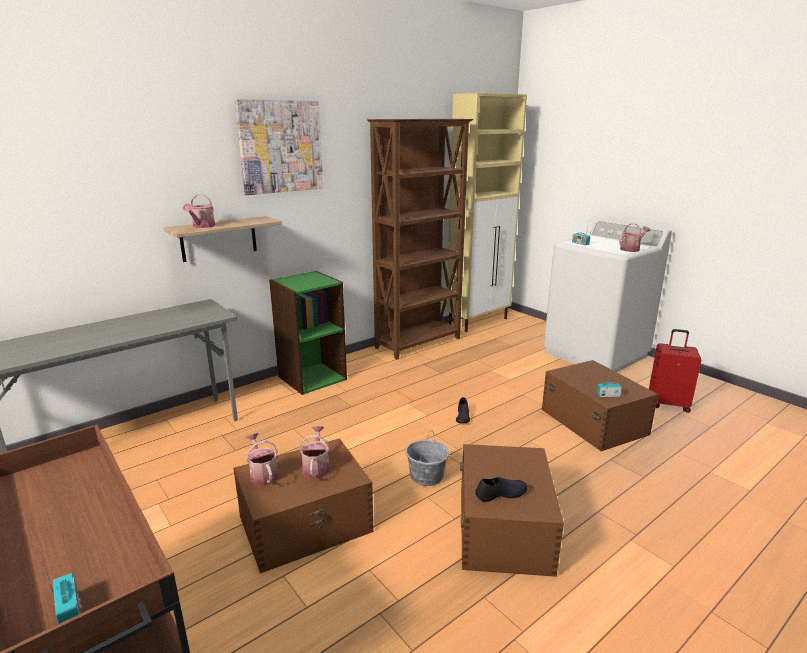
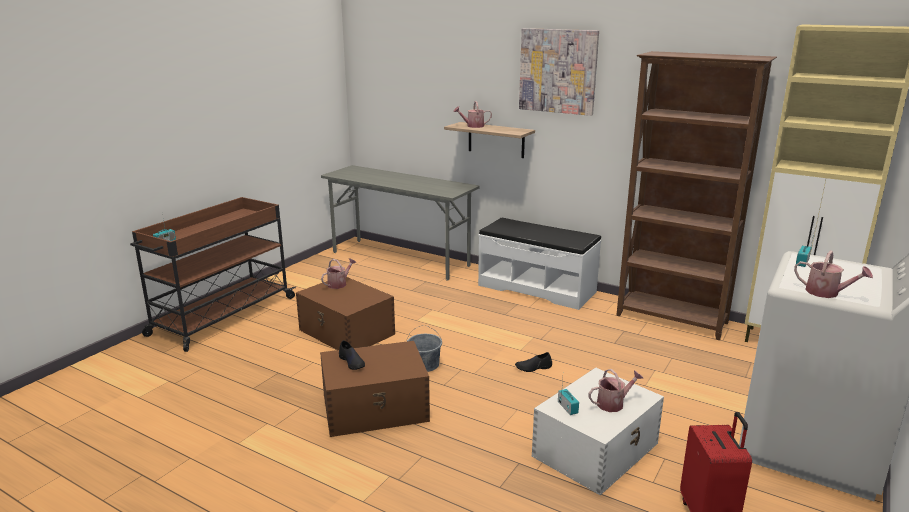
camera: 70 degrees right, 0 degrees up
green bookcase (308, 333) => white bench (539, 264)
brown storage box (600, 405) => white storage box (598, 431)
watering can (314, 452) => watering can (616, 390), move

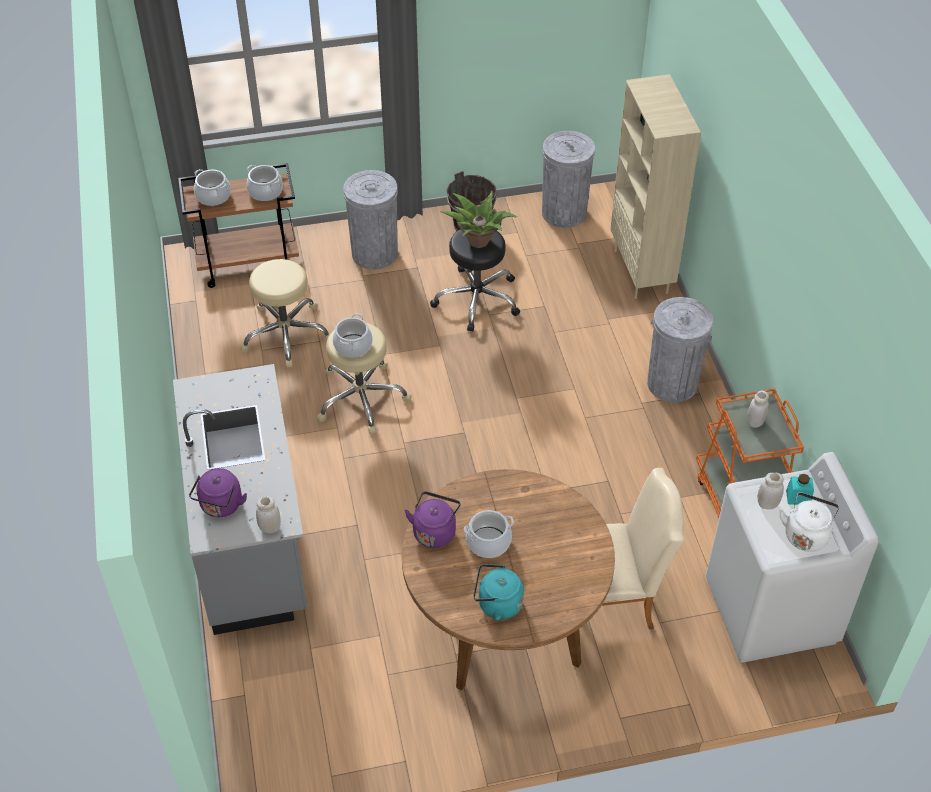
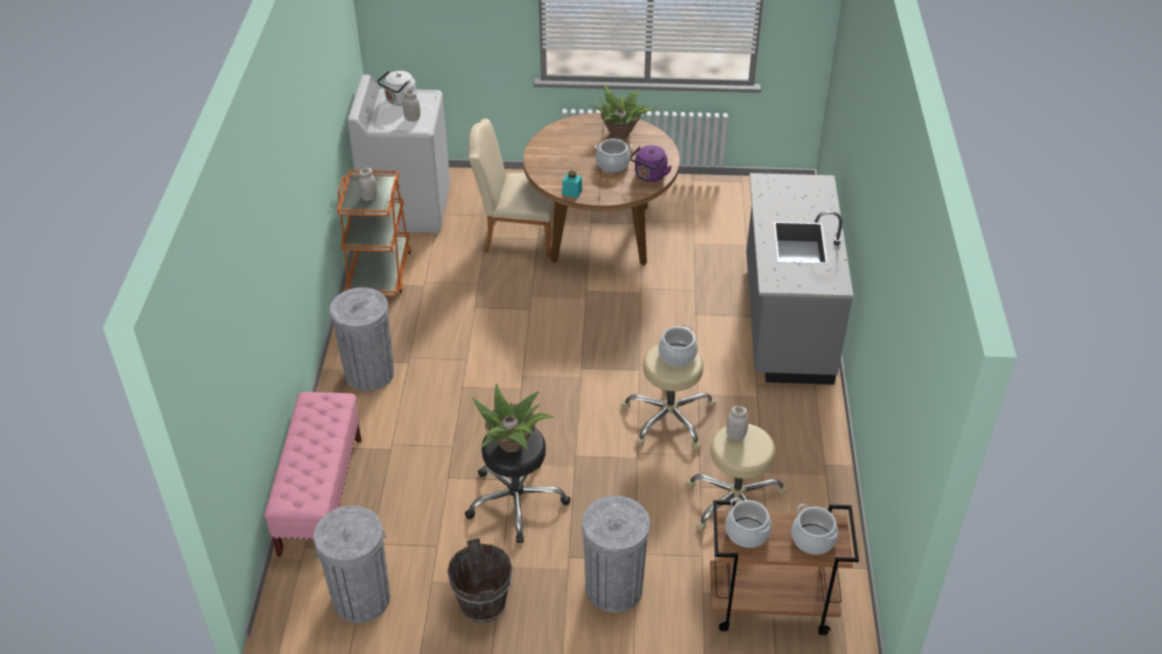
camera: 165 degrees left, 5 degrees down
beige bookcase (655, 186) => pink bench (313, 474)
turquoise jar (800, 489) => turquoise jar (572, 184), move
turquoise kettle (499, 592) => potted plant (622, 112)
white jar (268, 515) => white jar (737, 423), move
purple kettle (218, 492) => nothing

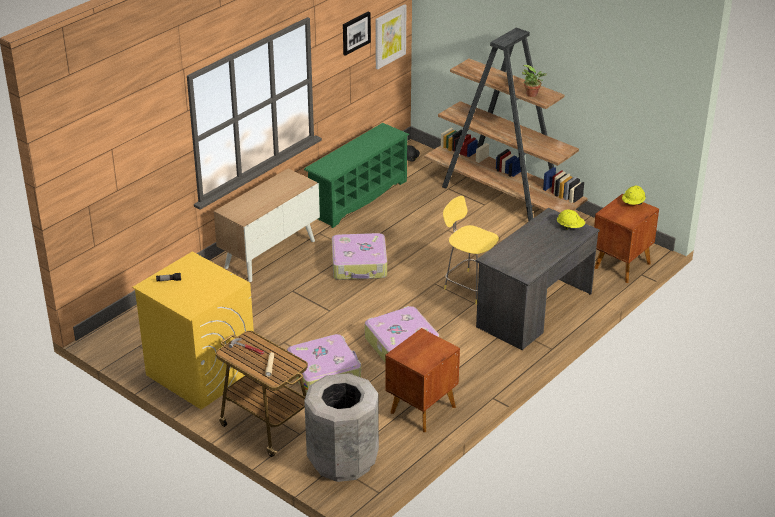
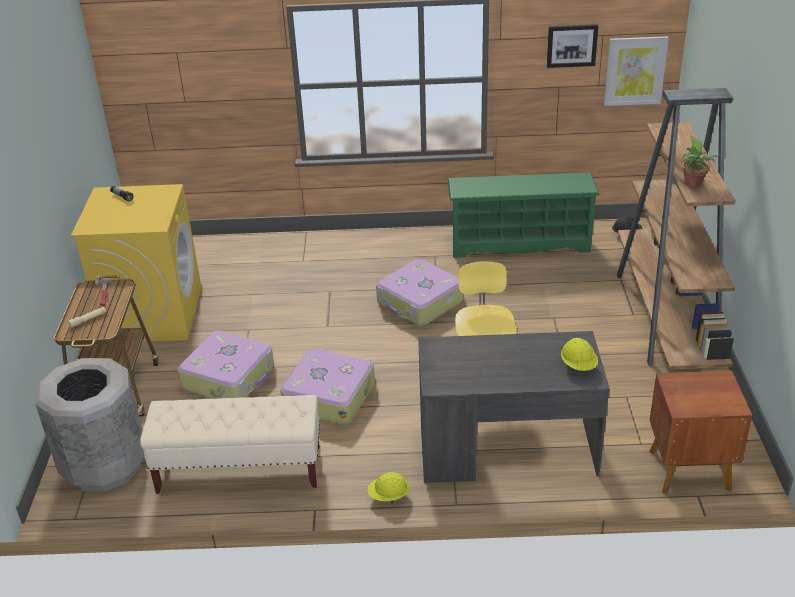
camera: 50 degrees right, 0 degrees up
brown nightstand (422, 380) => beige bench (230, 444)
yellow hard hat (634, 195) => yellow hard hat (388, 488), move
cabinet (267, 225) => nothing

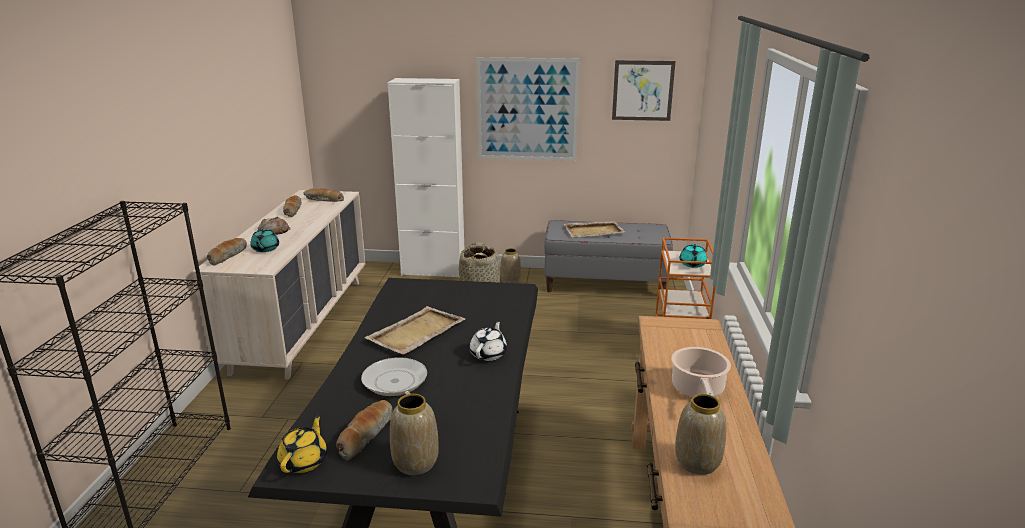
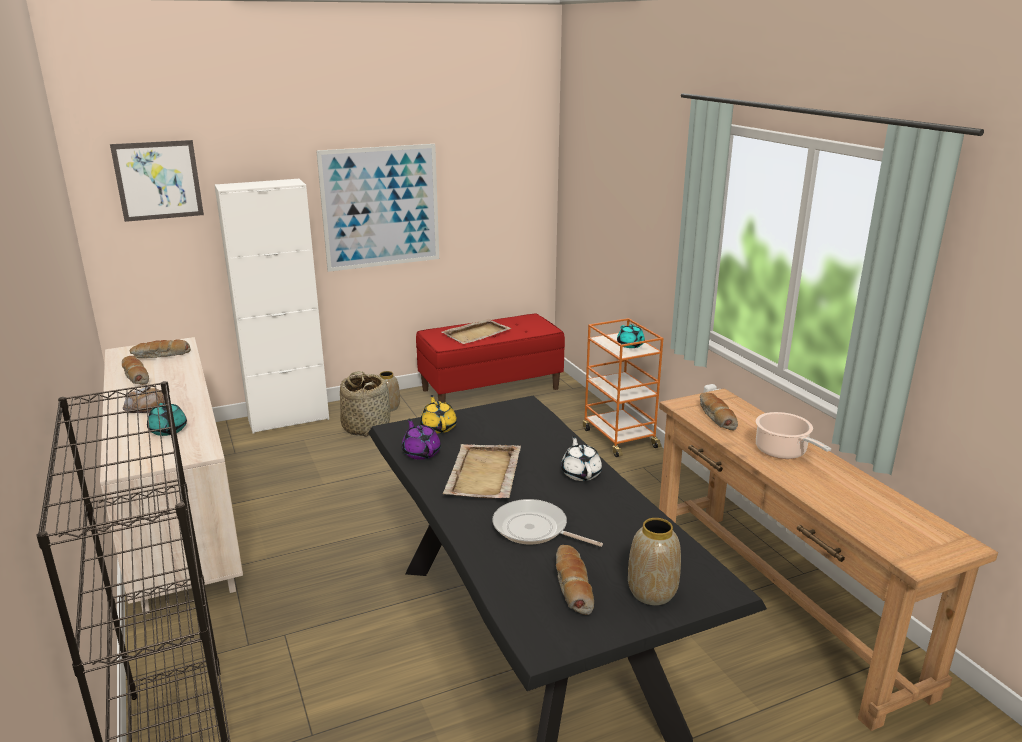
camera: 30 degrees left, 0 degrees up
picture (644, 90) => picture (157, 181), move
nothing => purple teapot (421, 439)
grey bench (608, 256) => red bench (490, 358)
yellow teapot (302, 443) => yellow teapot (438, 414), move
bread (227, 252) => bread (719, 412), move
vase (700, 434) => nothing

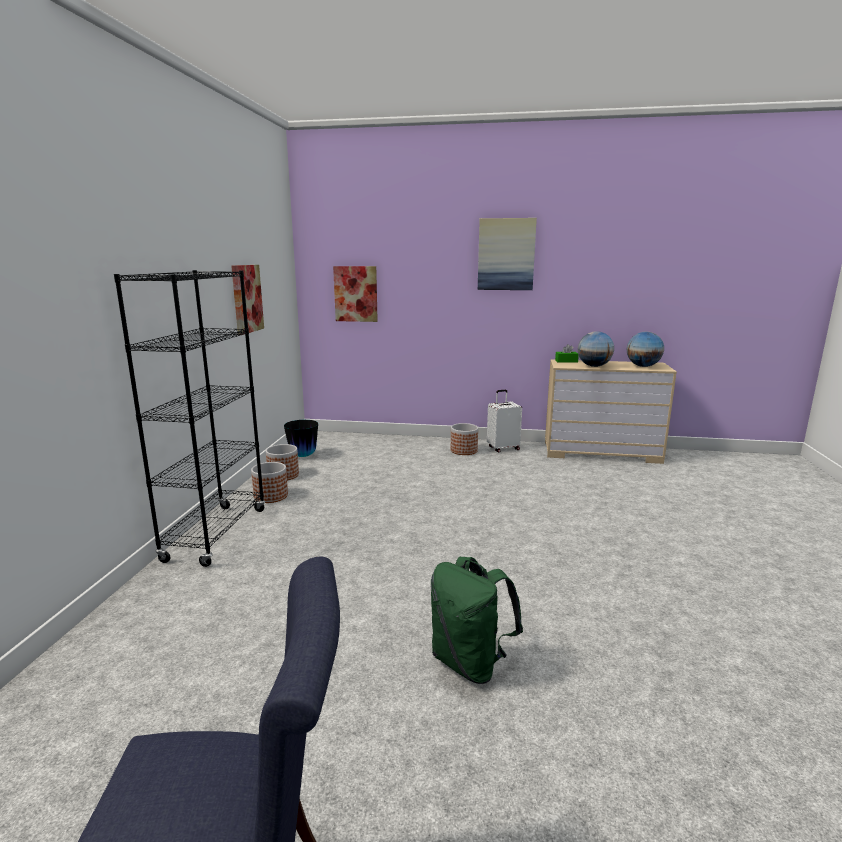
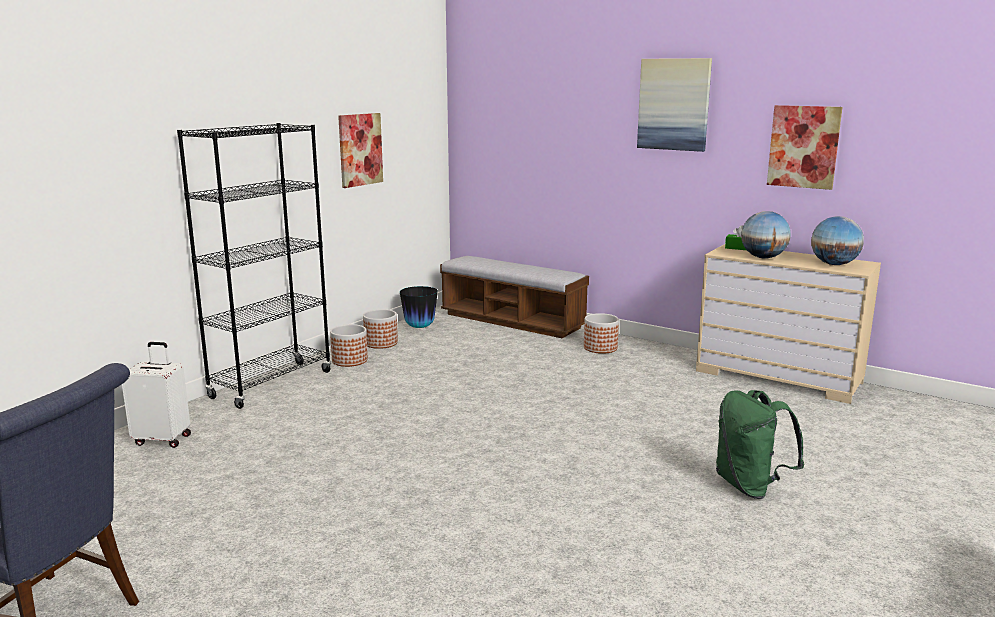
camera: 25 degrees right, 0 degrees up
white suitcase (504, 421) => white suitcase (156, 395), move
nothing => bench (514, 297)
green backpack (477, 620) => green backpack (760, 444), move
picture (355, 294) => picture (804, 147), move

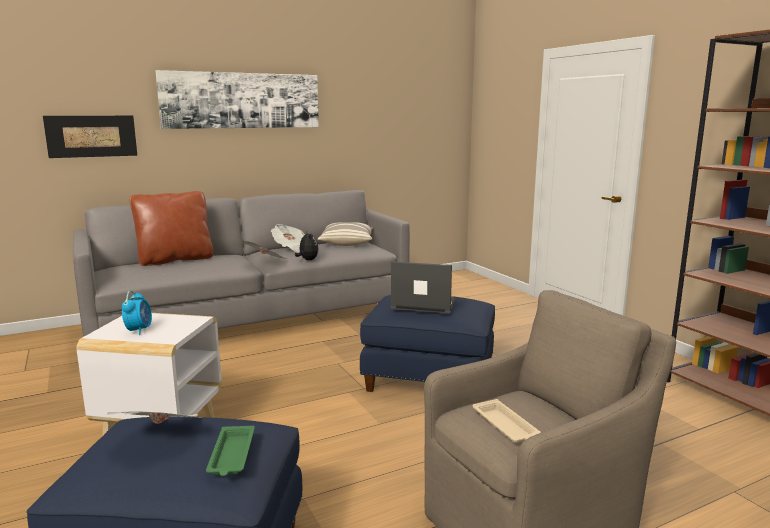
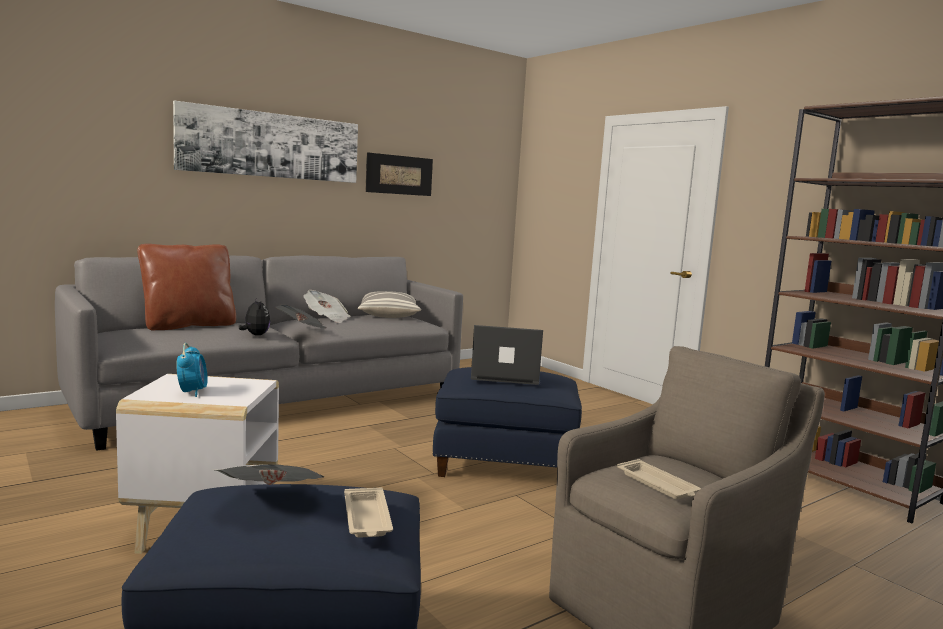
camera: 10 degrees left, 5 degrees down
plush toy (307, 246) => plush toy (254, 316), move
green tray (230, 451) => beige tray (368, 513)
picture (90, 137) => picture (399, 174), move

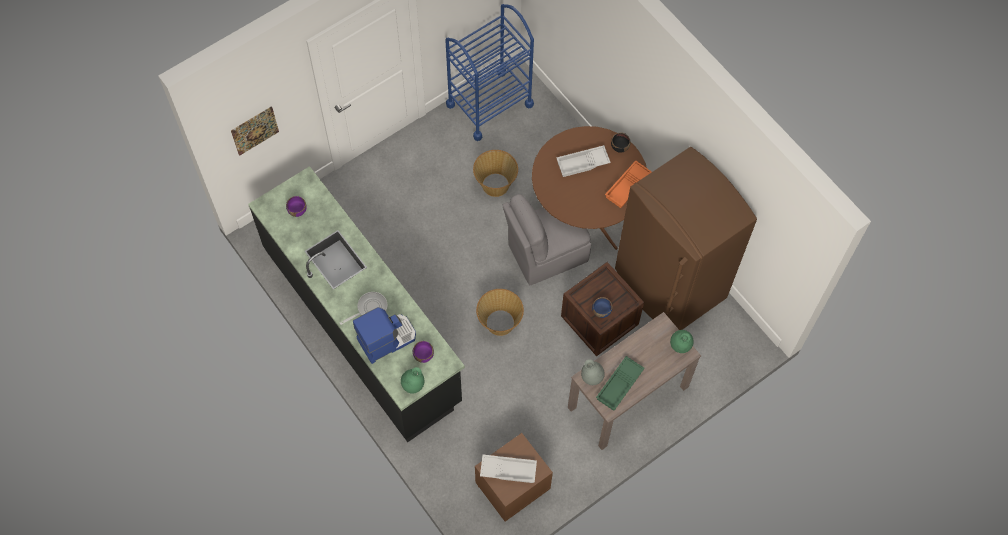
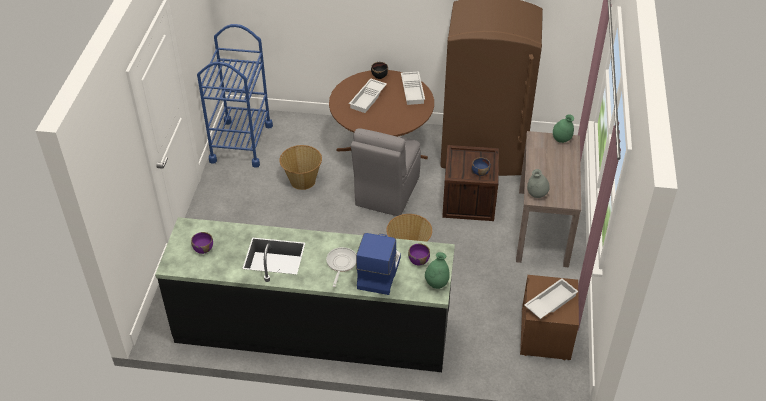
camera: 45 degrees left, 20 degrees down
orange tray (628, 184) => white tray (413, 88)
picture (255, 131) => nothing
green tray (620, 383) => nothing

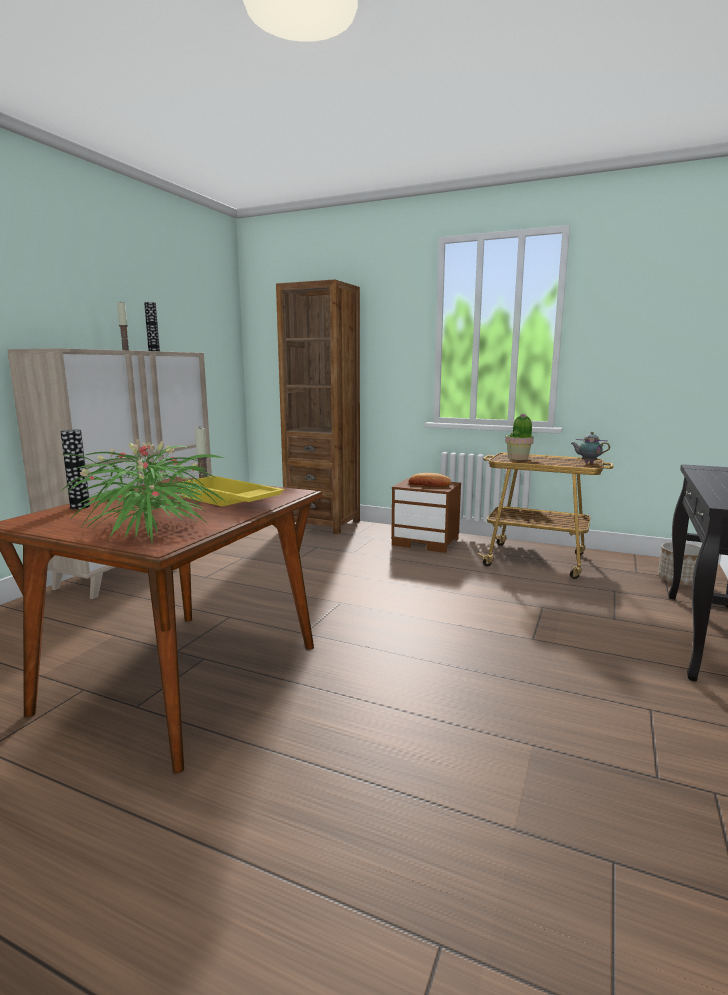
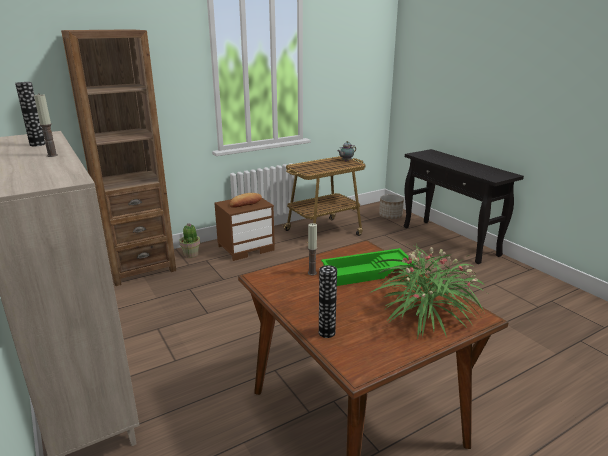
camera: 55 degrees left, 10 degrees up
potted plant (519, 436) => potted plant (189, 240), move
yellow tray (233, 491) => green tray (368, 267)

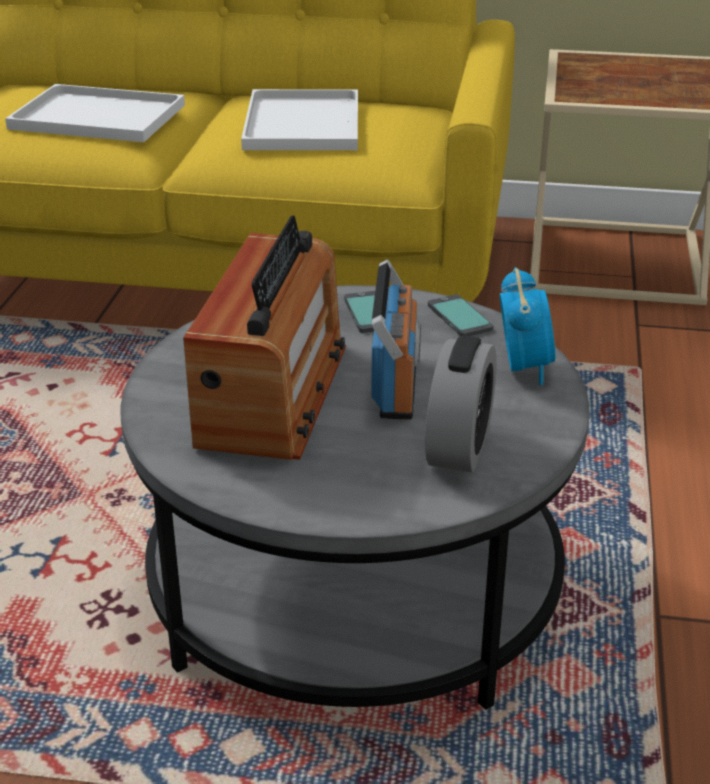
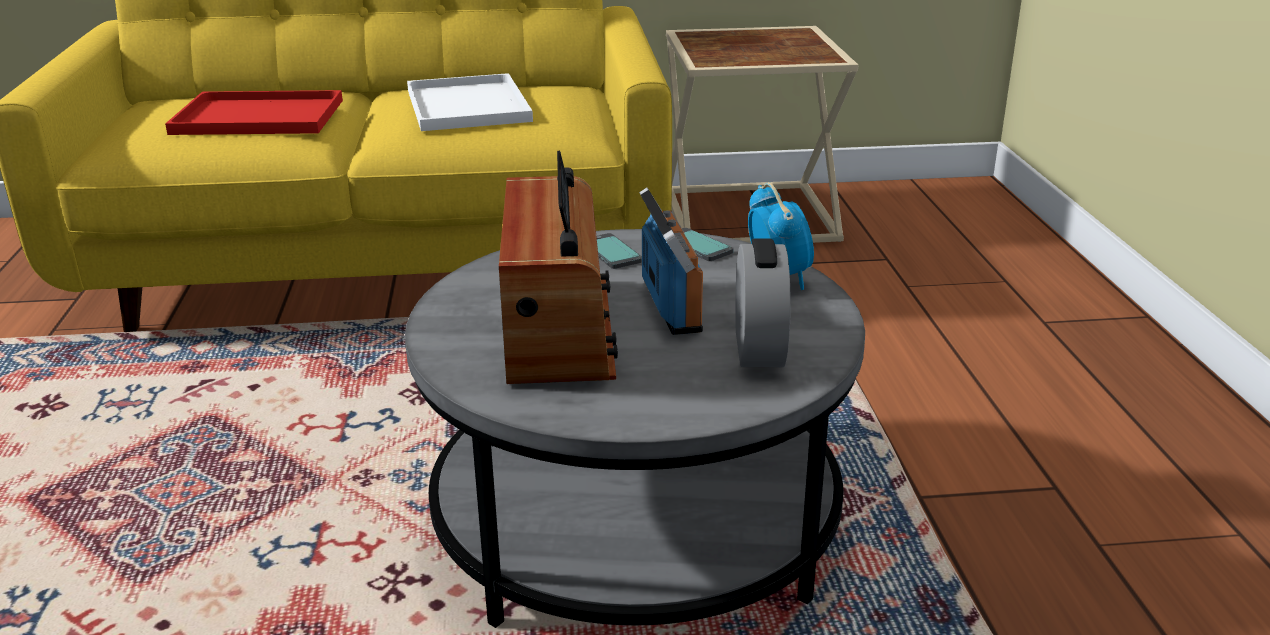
camera: 15 degrees left, 5 degrees down
white tray (95, 113) => red tray (254, 112)

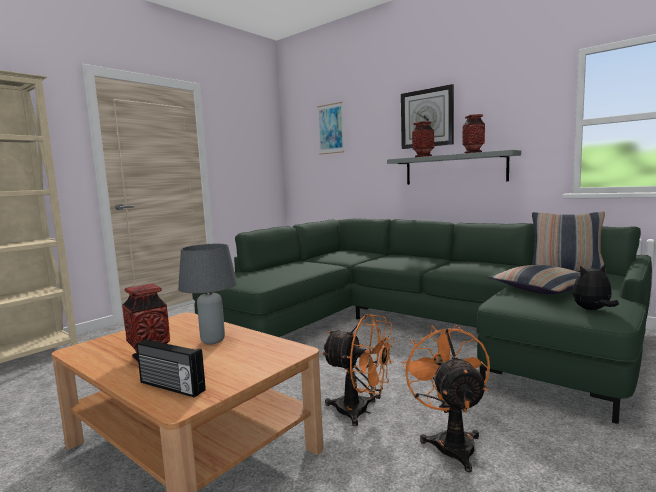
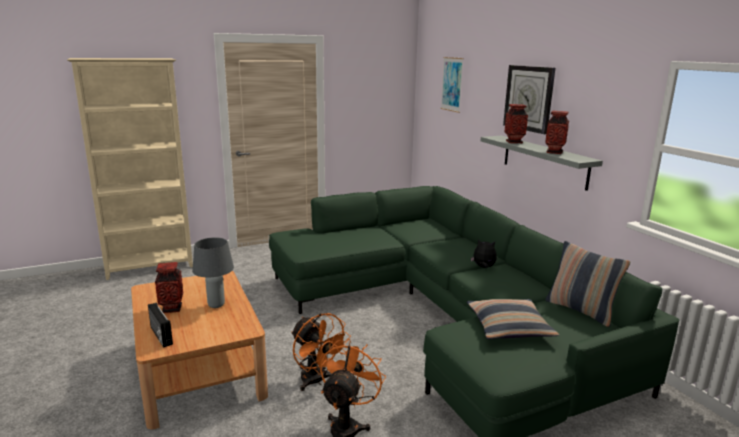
camera: 25 degrees right, 10 degrees up
plush toy (596, 287) => plush toy (484, 253), move

